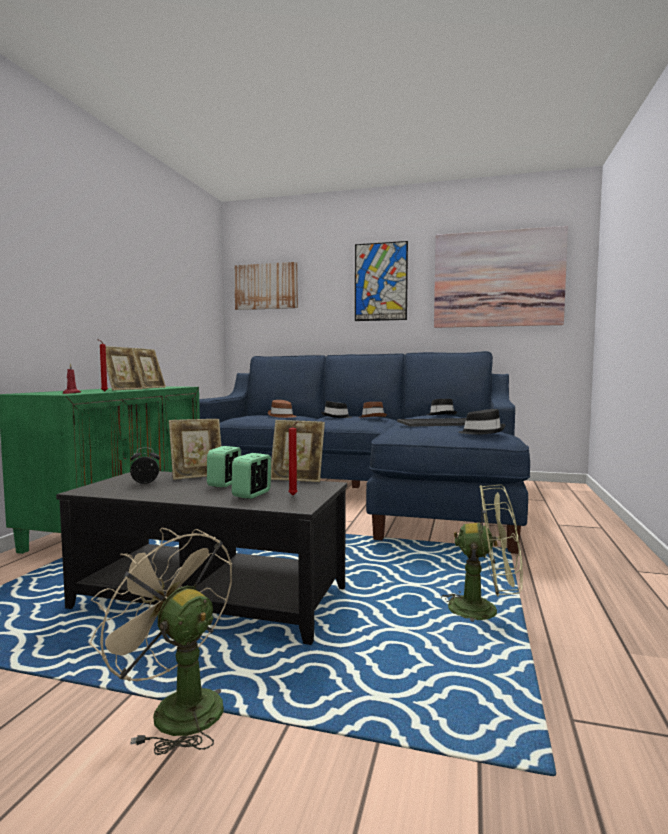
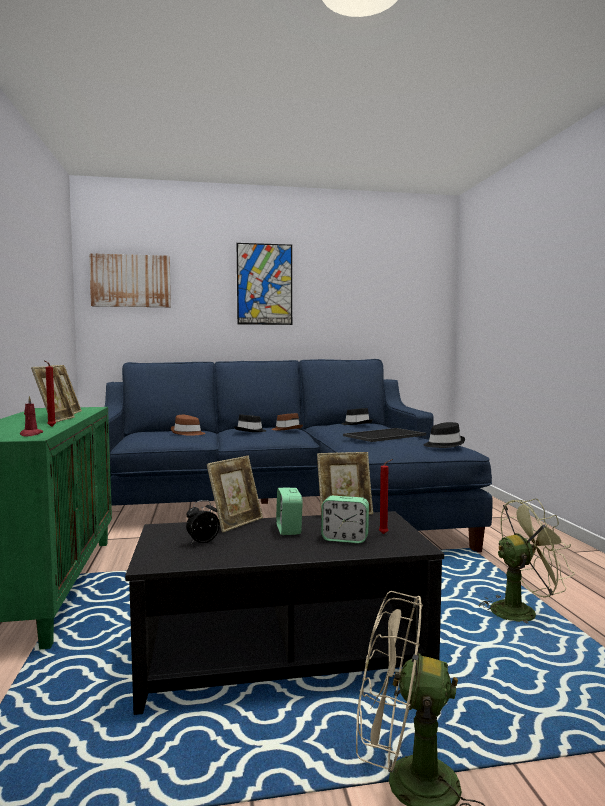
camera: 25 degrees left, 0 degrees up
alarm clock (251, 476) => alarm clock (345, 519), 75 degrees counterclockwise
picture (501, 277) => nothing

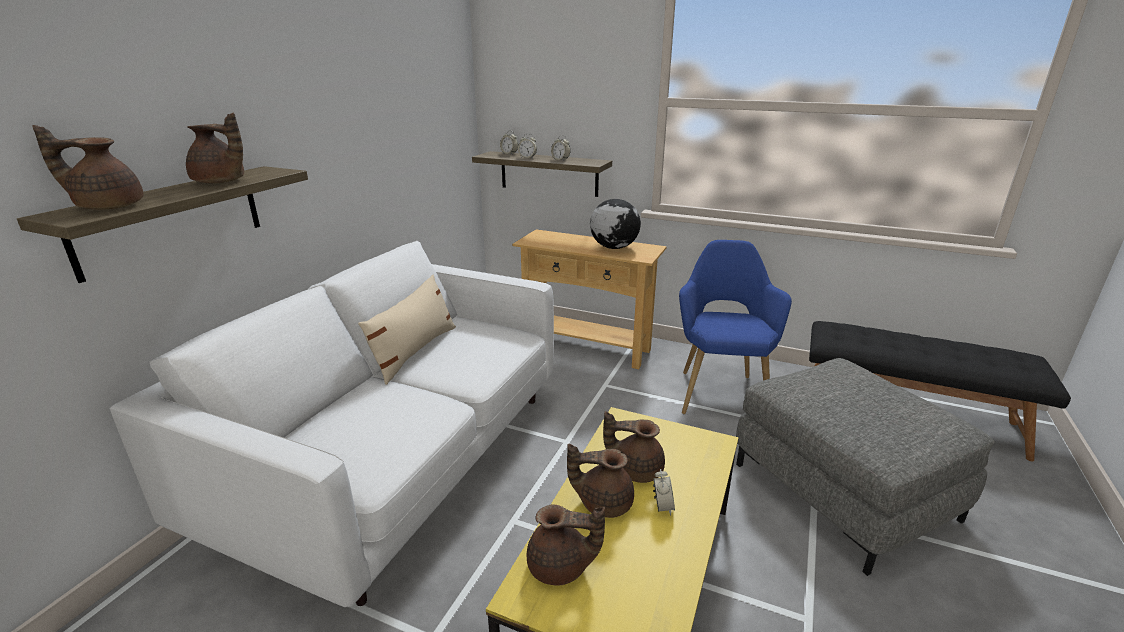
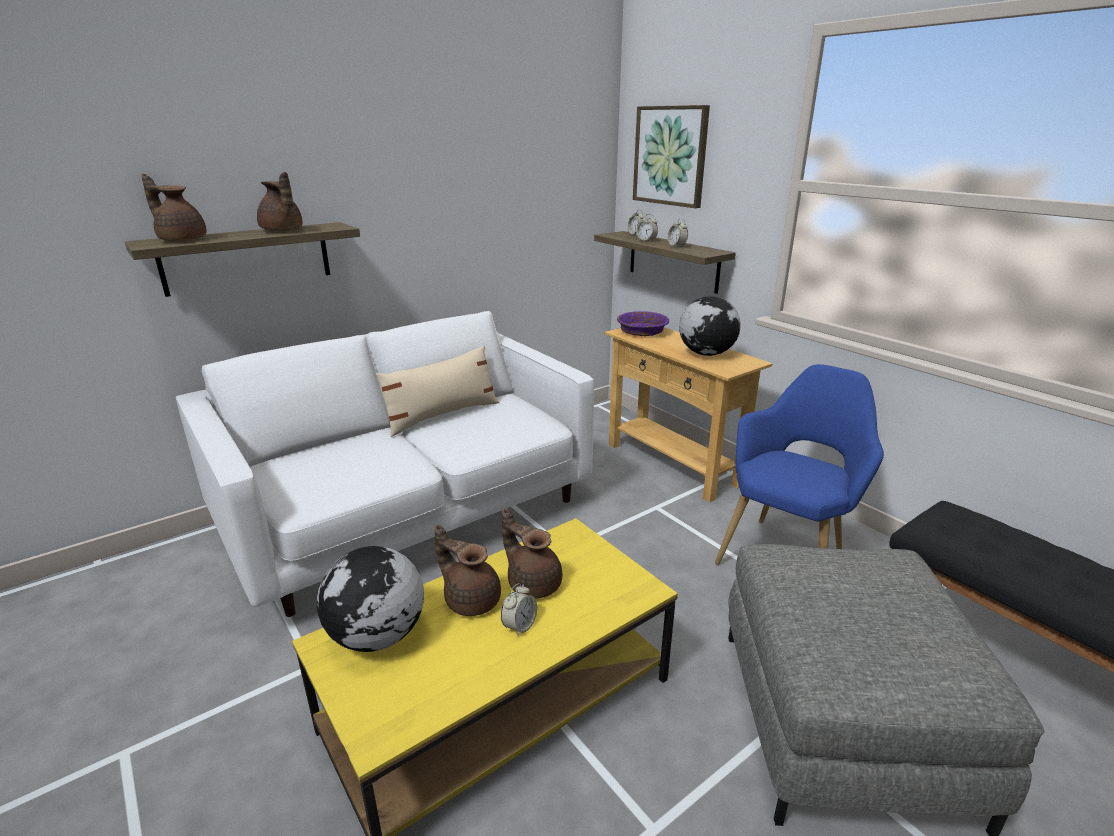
camera: 30 degrees right, 0 degrees up
brown teapot (566, 545) => globe (370, 599)
nothing => purple bowl (643, 323)
nothing => picture (671, 156)

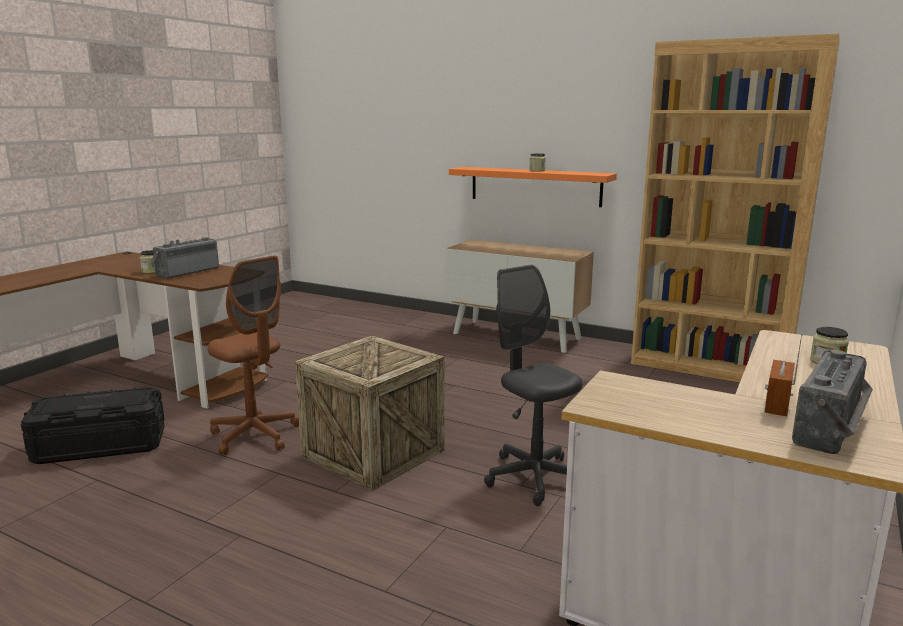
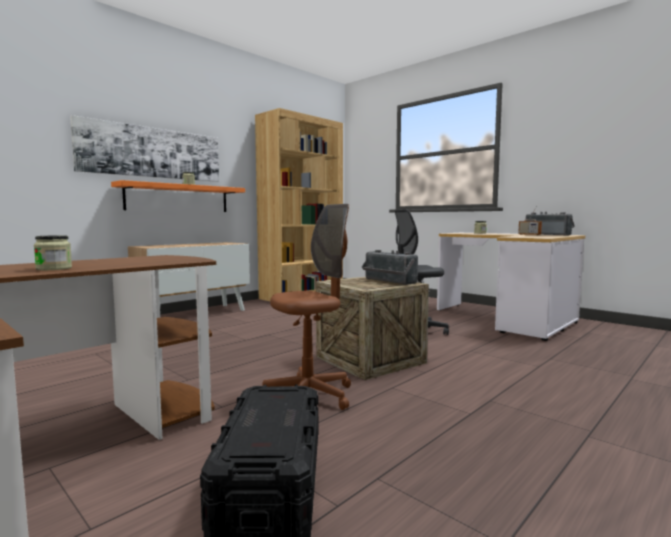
camera: 75 degrees left, 10 degrees down
nothing => picture (144, 148)
radio (184, 258) => radio (390, 267), move

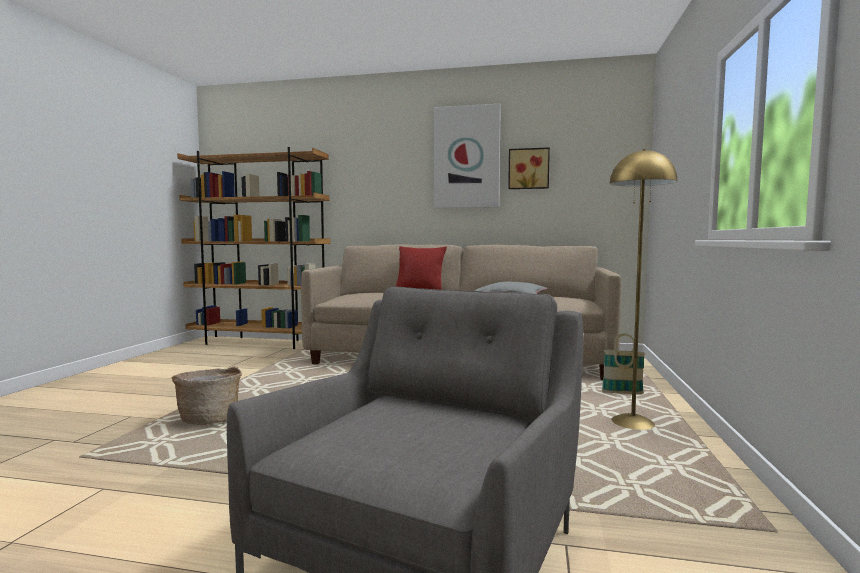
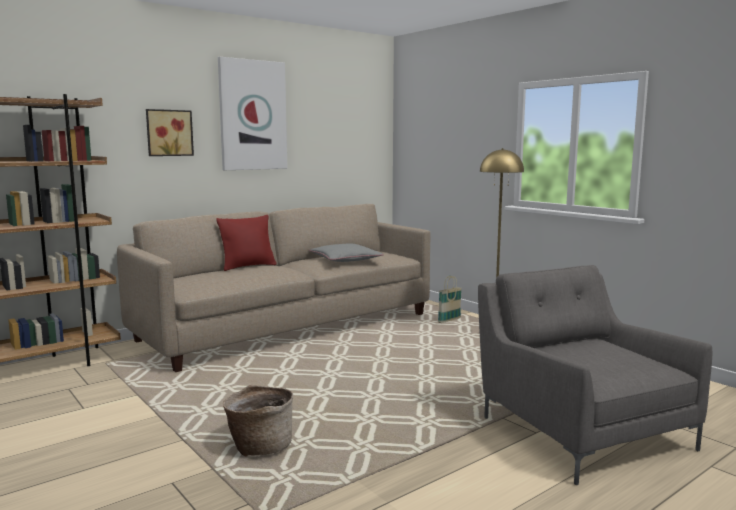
camera: 50 degrees left, 5 degrees up
picture (529, 168) => picture (170, 132), move

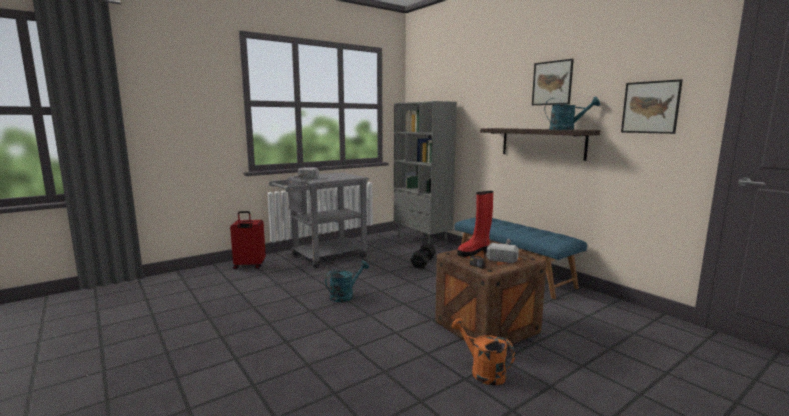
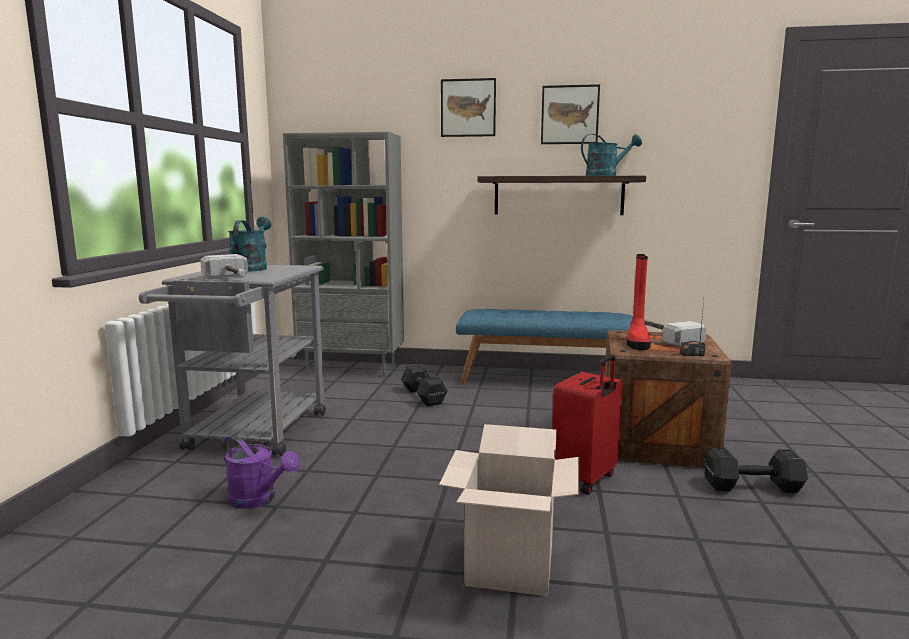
camera: 45 degrees left, 0 degrees up
nothing => purple watering can (261, 472)
turquoise watering can (347, 281) => turquoise watering can (249, 244), move
nothing => cardboard box (509, 510)
picture (652, 106) => picture (468, 107), move
red suitcase (248, 240) => red suitcase (587, 424), move
orange watering can (483, 351) => black dumbbell (756, 470)

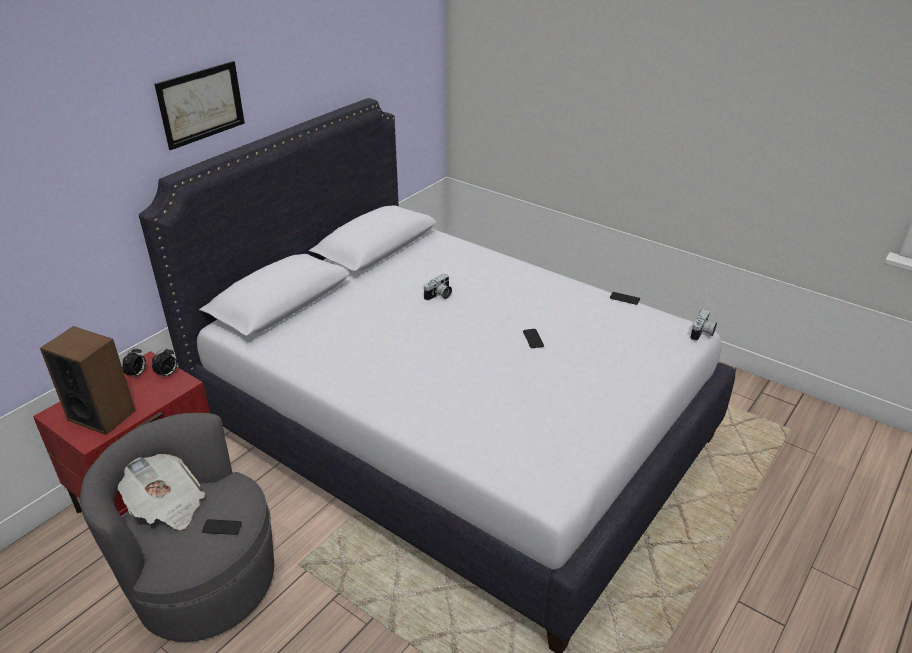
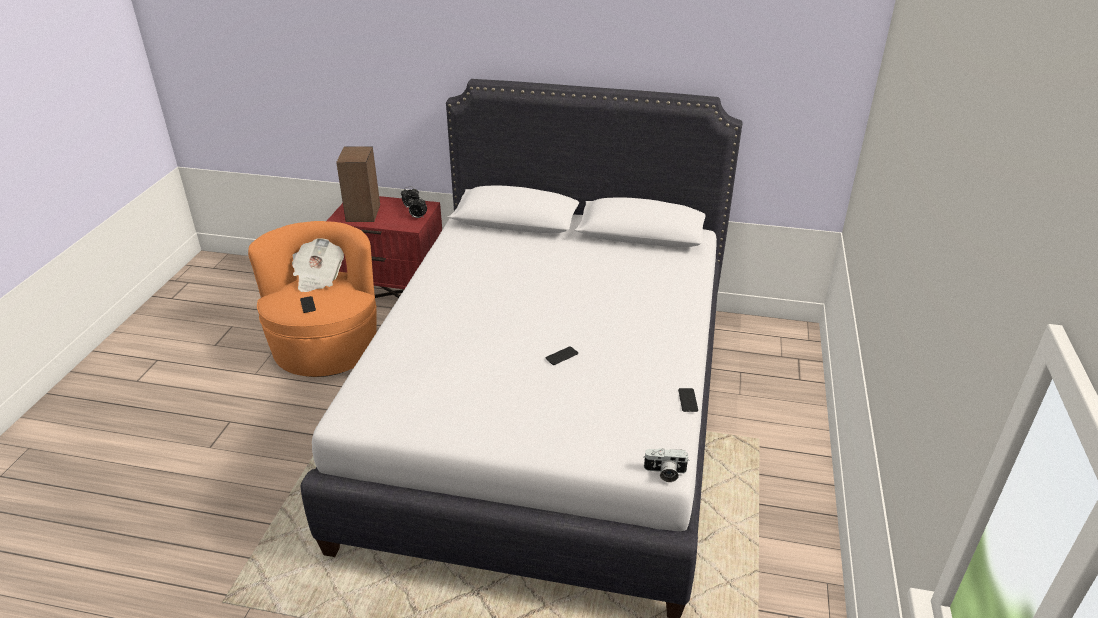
camera: 65 degrees right, 0 degrees up
grey armchair (177, 527) => orange armchair (312, 299)
picture (200, 105) => nothing
photo camera (438, 287) => nothing

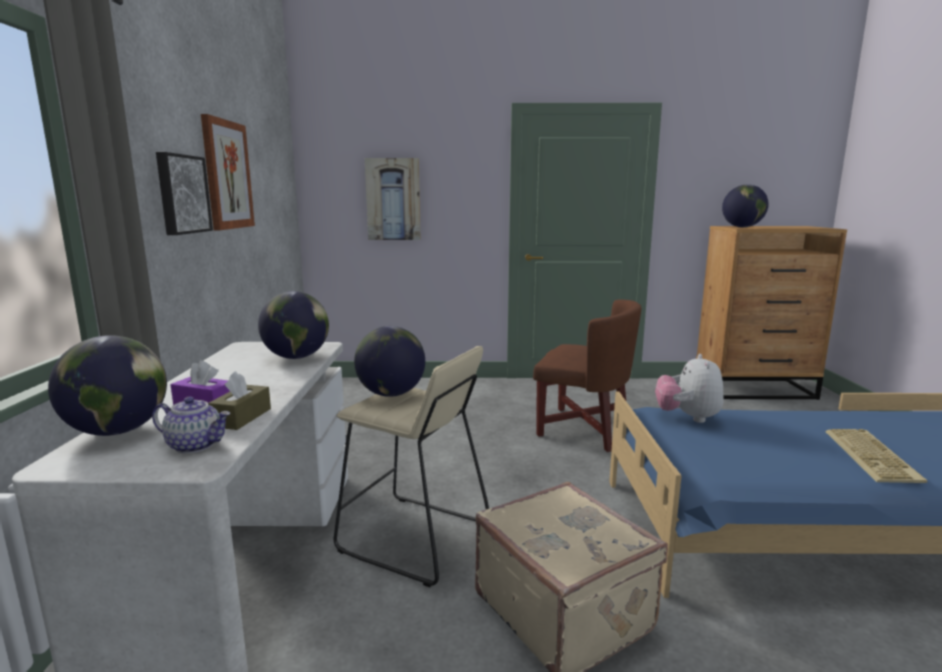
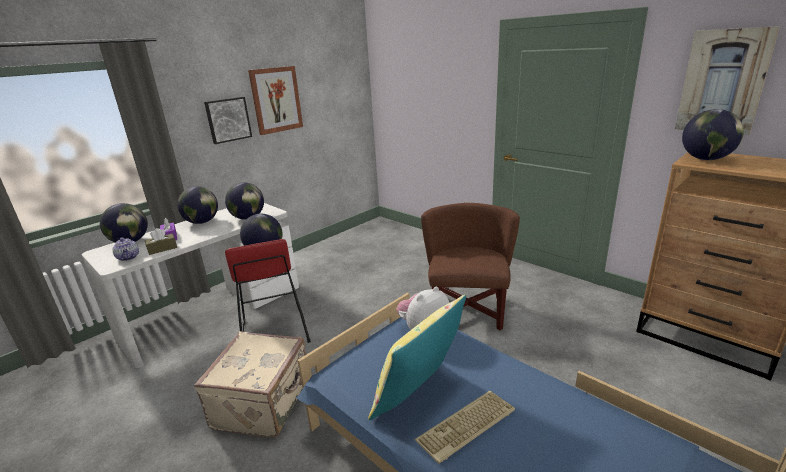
camera: 45 degrees right, 10 degrees up
nothing => globe (197, 205)
beige stool (411, 466) => red stool (268, 291)
nothing => yellow pillow (417, 357)
brown armchair (587, 375) => brown armchair (470, 266), 150 degrees counterclockwise
picture (393, 199) => picture (727, 80), move

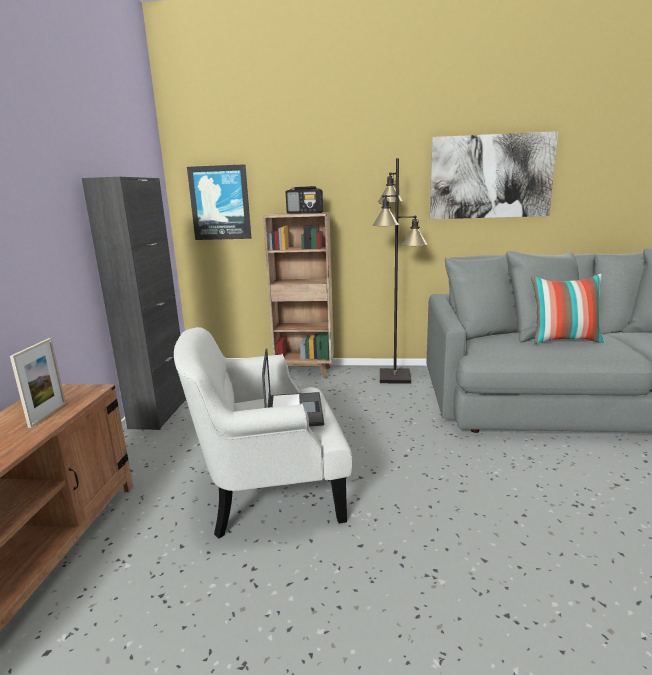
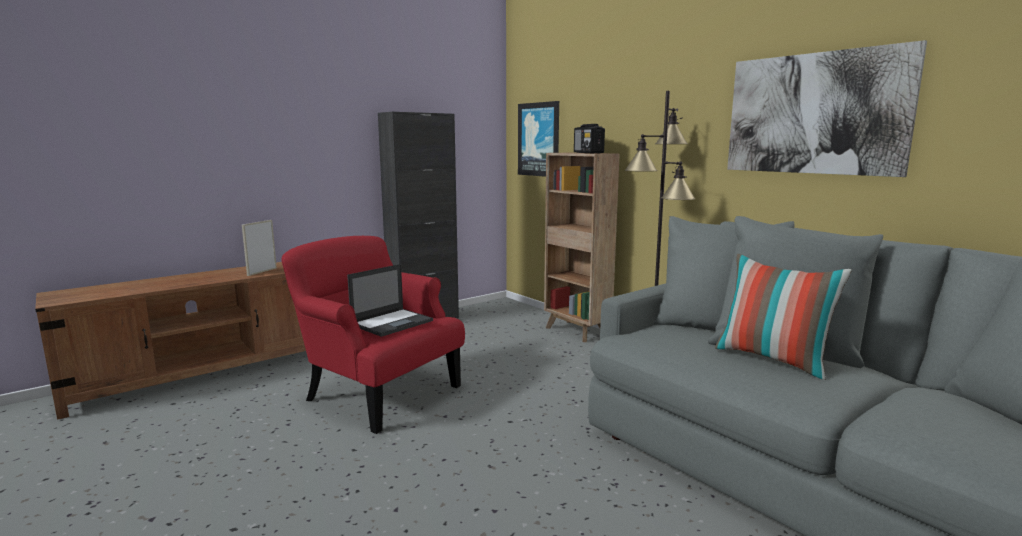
camera: 45 degrees right, 5 degrees down
picture frame (38, 383) => picture frame (259, 248), 150 degrees clockwise
white armchair (263, 433) => red armchair (373, 335)

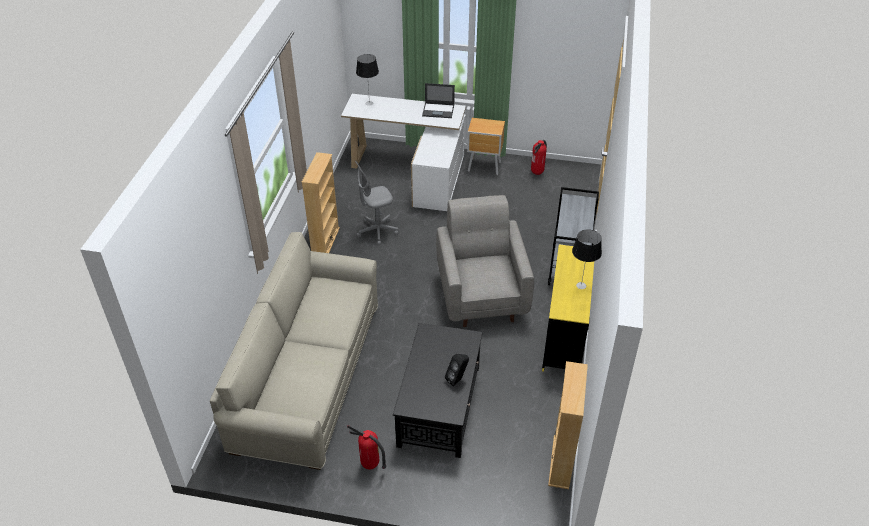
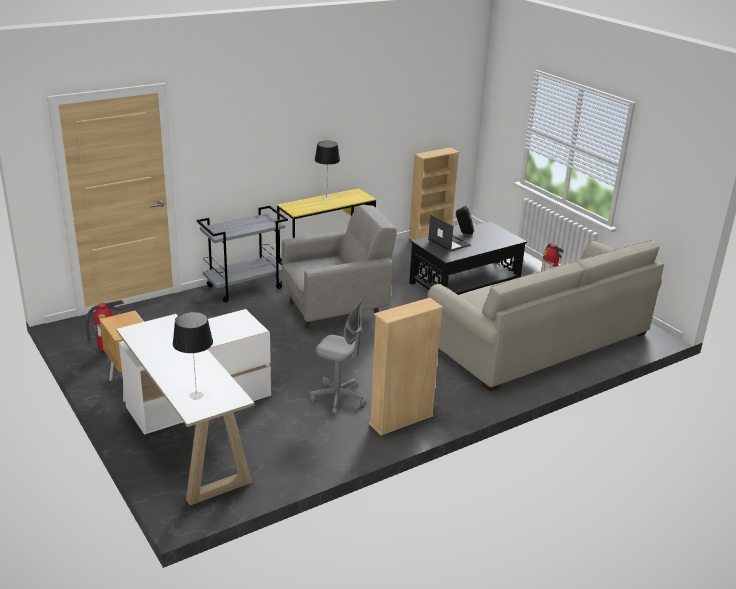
camera: 135 degrees left, 15 degrees down
grey armchair (485, 261) => grey armchair (339, 266), 150 degrees counterclockwise
laptop (438, 100) => laptop (449, 233), move

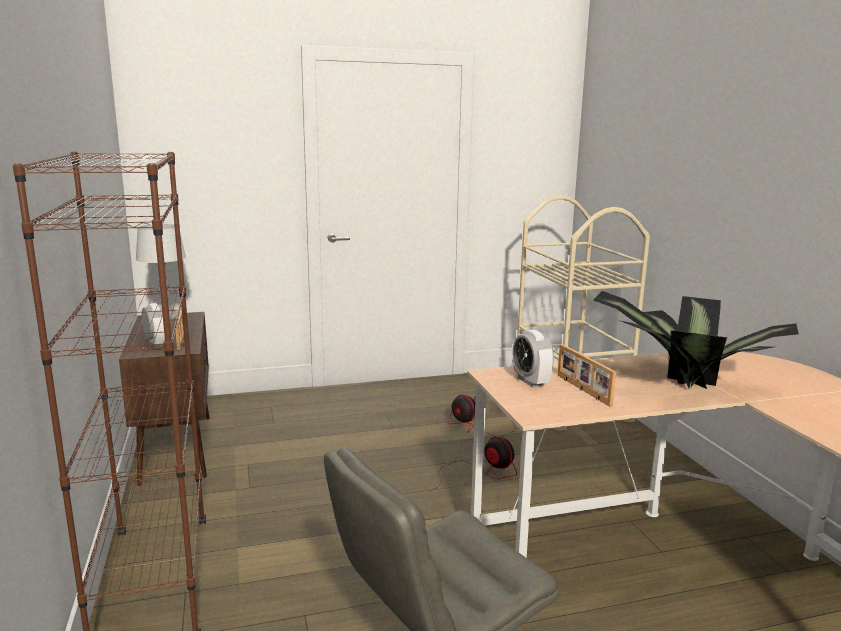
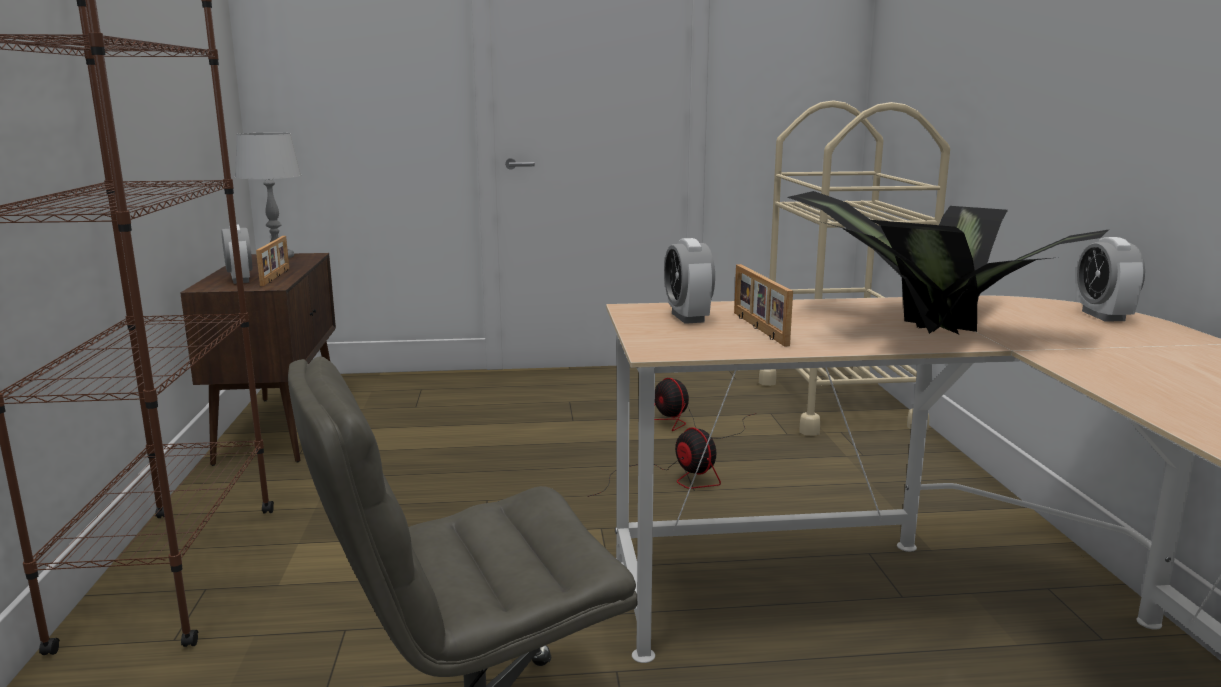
camera: 10 degrees right, 0 degrees up
nothing => alarm clock (1111, 279)

